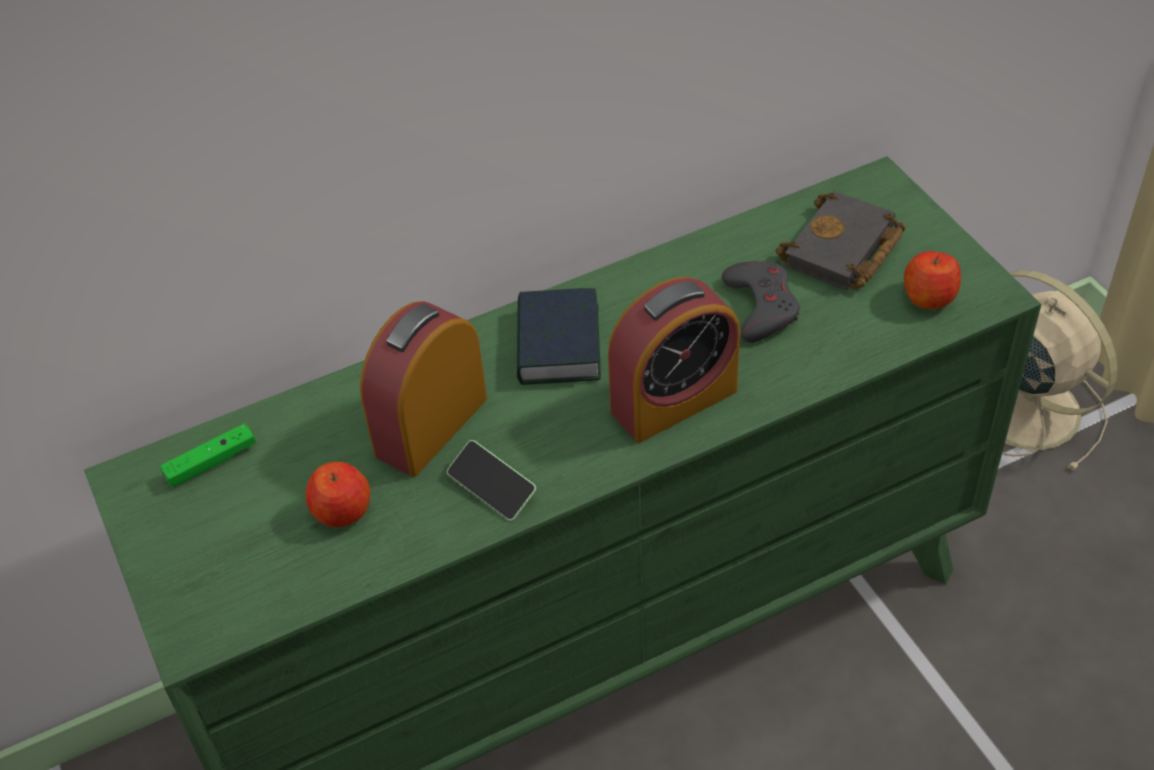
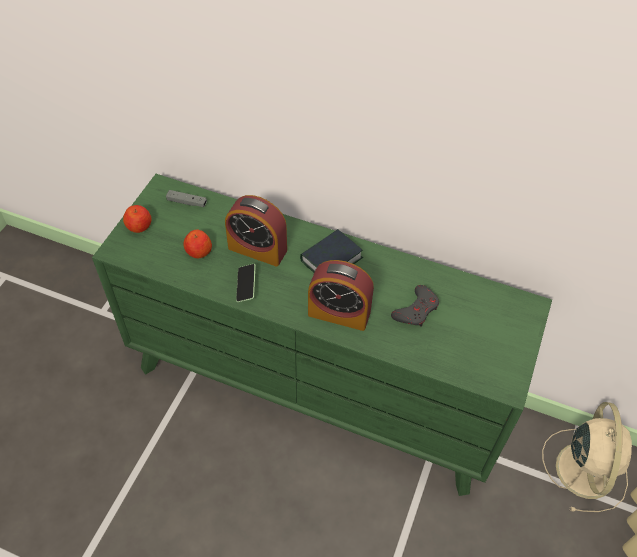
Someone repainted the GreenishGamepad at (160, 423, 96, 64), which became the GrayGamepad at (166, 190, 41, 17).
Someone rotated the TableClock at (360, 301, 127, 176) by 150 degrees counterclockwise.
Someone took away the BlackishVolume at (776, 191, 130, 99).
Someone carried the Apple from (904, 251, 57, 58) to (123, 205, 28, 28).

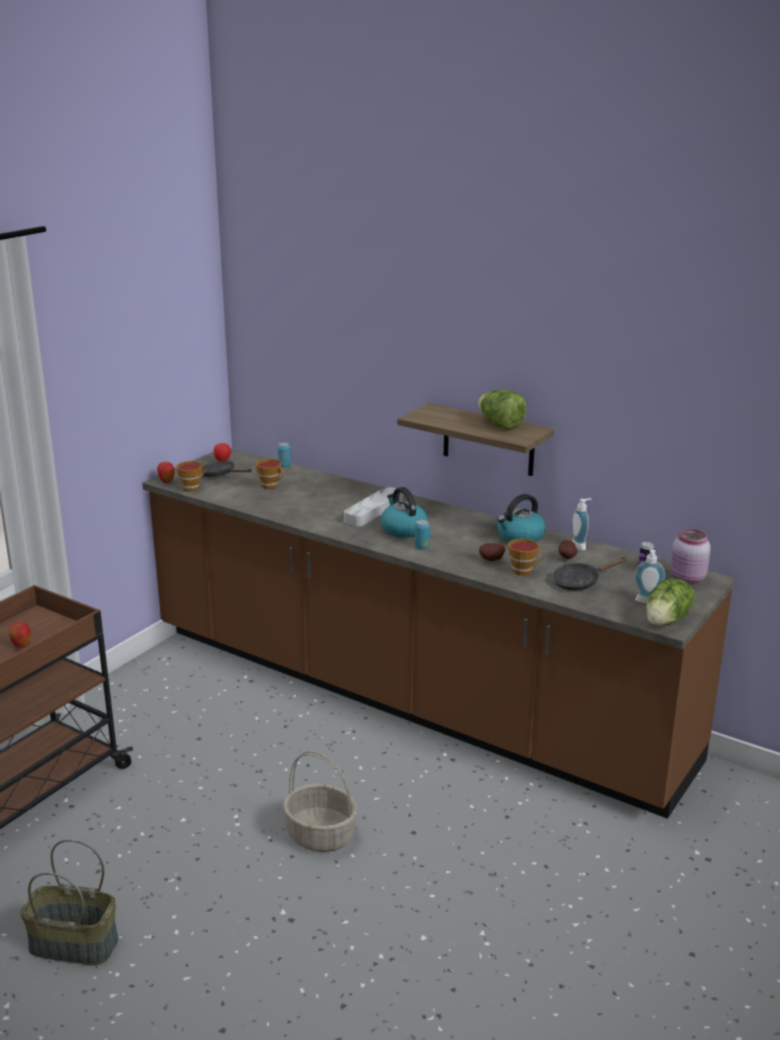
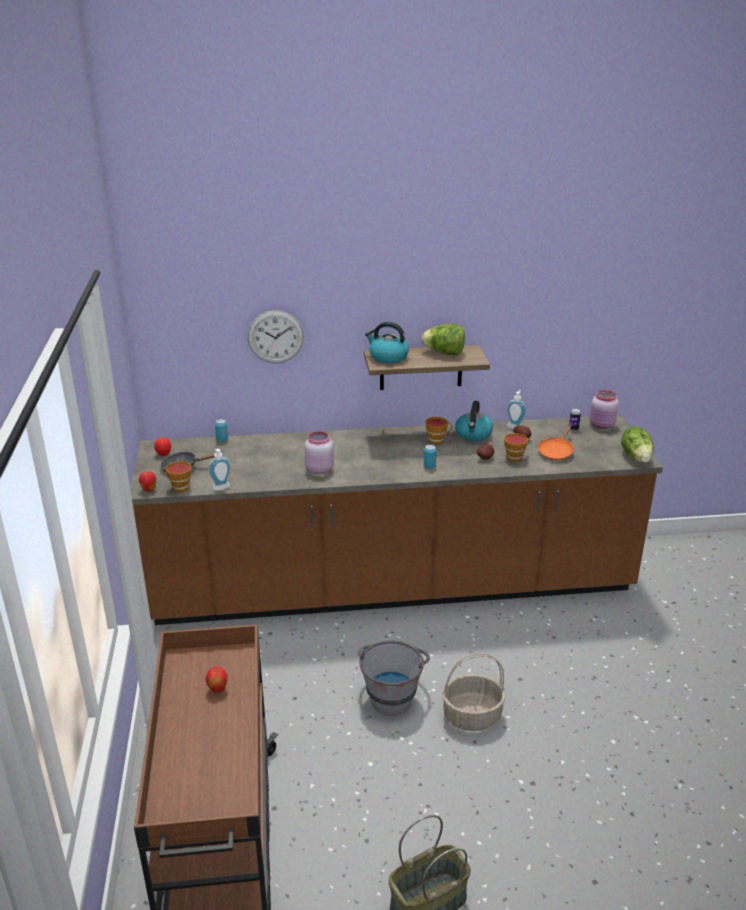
Someone carried the Cup from (256, 459, 28, 30) to (425, 417, 27, 28).
Someone took away the GrayCarryingTray at (344, 487, 59, 39).
Someone carried the TeaKettle from (380, 487, 48, 51) to (365, 322, 44, 42).
Someone repainted the BlackishFryingPan at (552, 557, 74, 34), which became the OrangeyFryingPan at (538, 424, 36, 37).
Someone carried the SoapDispenser from (634, 549, 31, 54) to (209, 449, 22, 42).
Someone put up the HangingClock at (247, 310, 57, 53).
Someone put down the PinkColouredPreserveJar at (304, 431, 30, 43).
Someone put down the GrayBucket at (358, 641, 72, 75).

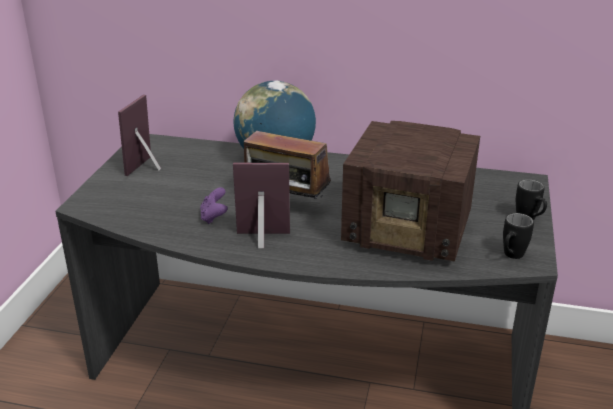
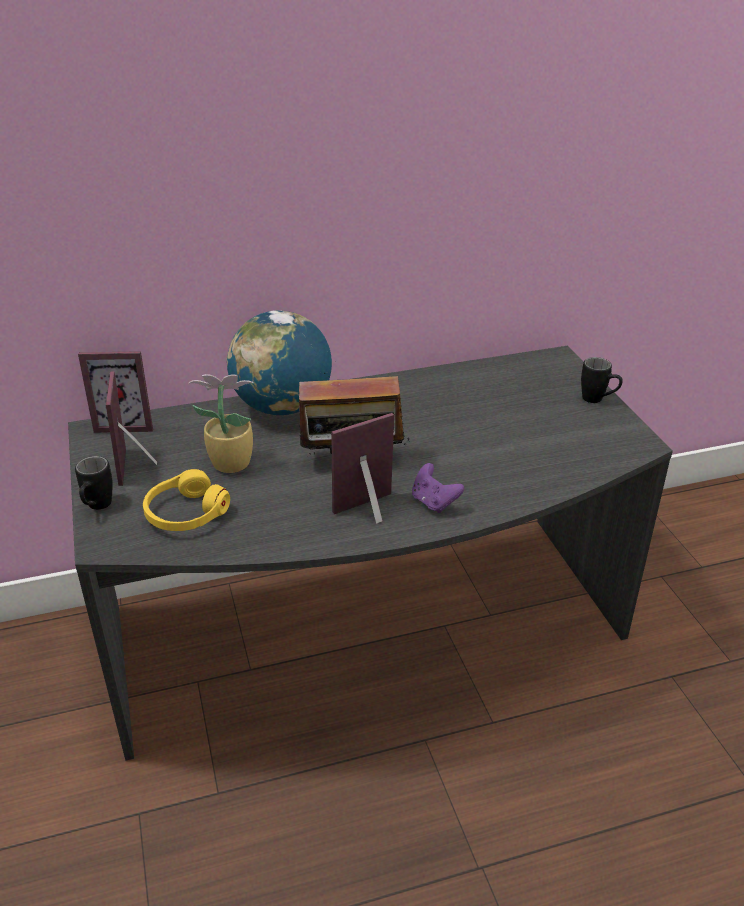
Someone carried the PurpleGamepad from (200, 187, 28, 37) to (412, 463, 52, 50).
Someone took away the Radio at (341, 121, 139, 141).
Someone carried the BlackishCoffeeMug from (503, 213, 31, 46) to (75, 456, 38, 54).
Someone put down the PictureFrame at (78, 351, 75, 82).
Someone put down the YellowColouredHeadphones at (143, 469, 87, 62).
Someone put down the PlantInAPot at (189, 374, 65, 99).

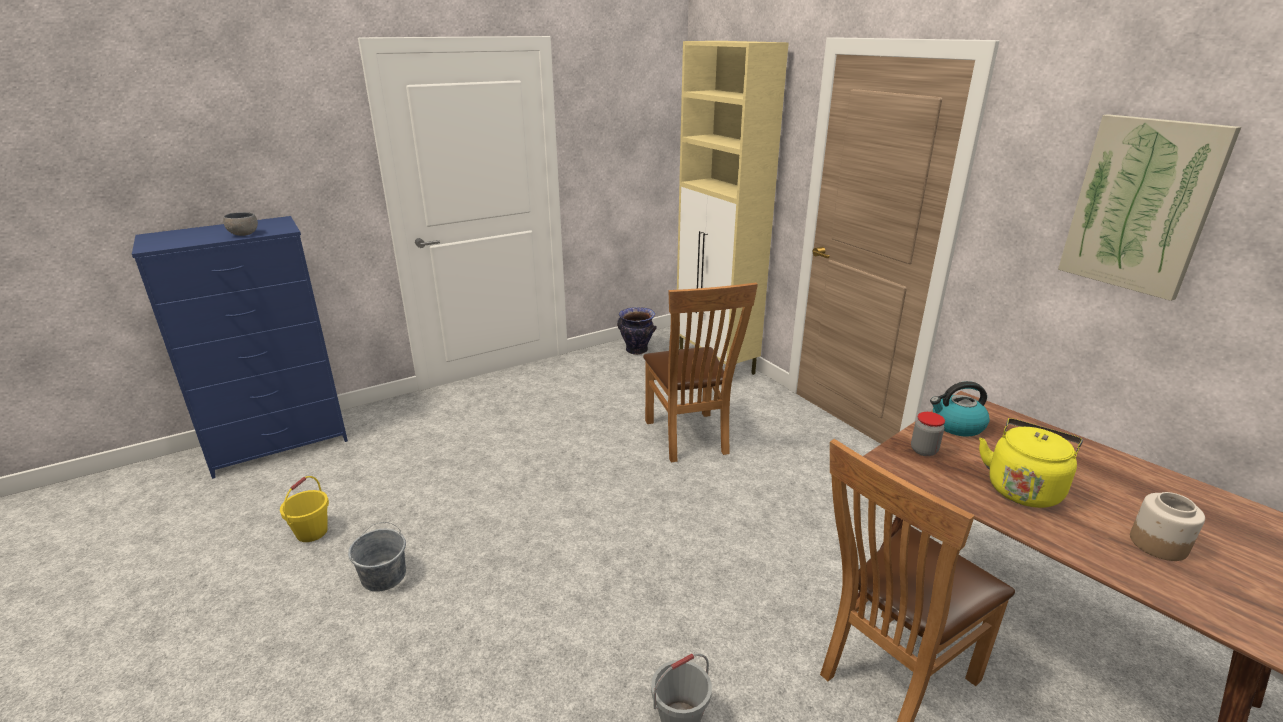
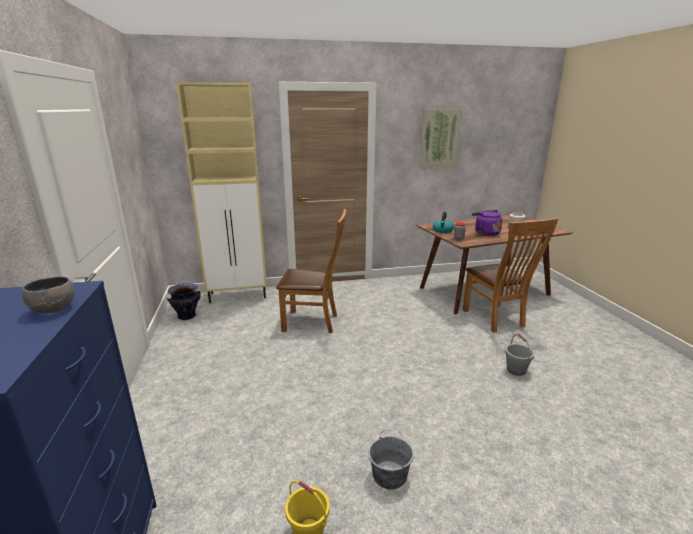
Someone repainted the YellowColouredTeaKettle at (979, 418, 104, 90), which became the PurpleTeaKettle at (472, 210, 30, 26).

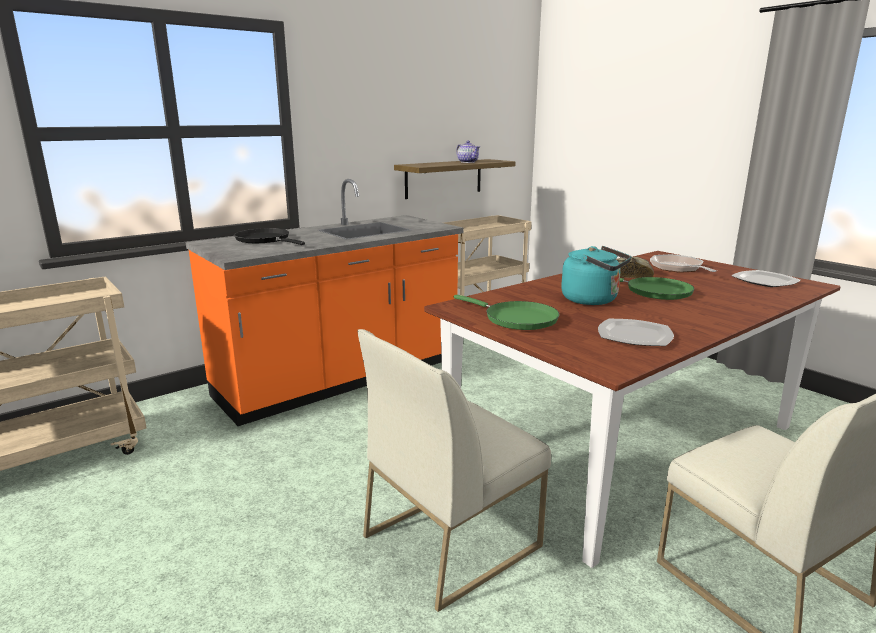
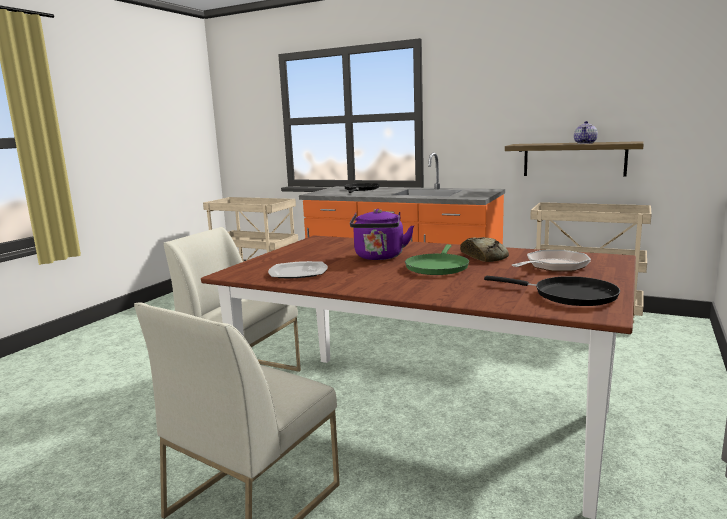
Someone took away the GreenishFryingPan at (454, 295, 106, 35).
Someone repainted the TurquoiseTeaKettle at (561, 246, 70, 59), which became the PurpleTeaKettle at (350, 209, 64, 51).
Someone swapped the Plate at (732, 270, 68, 17) for the BlackishFryingPan at (484, 276, 136, 30).

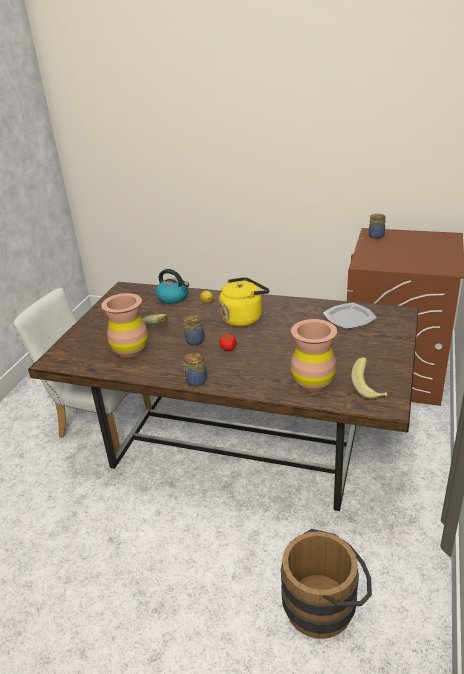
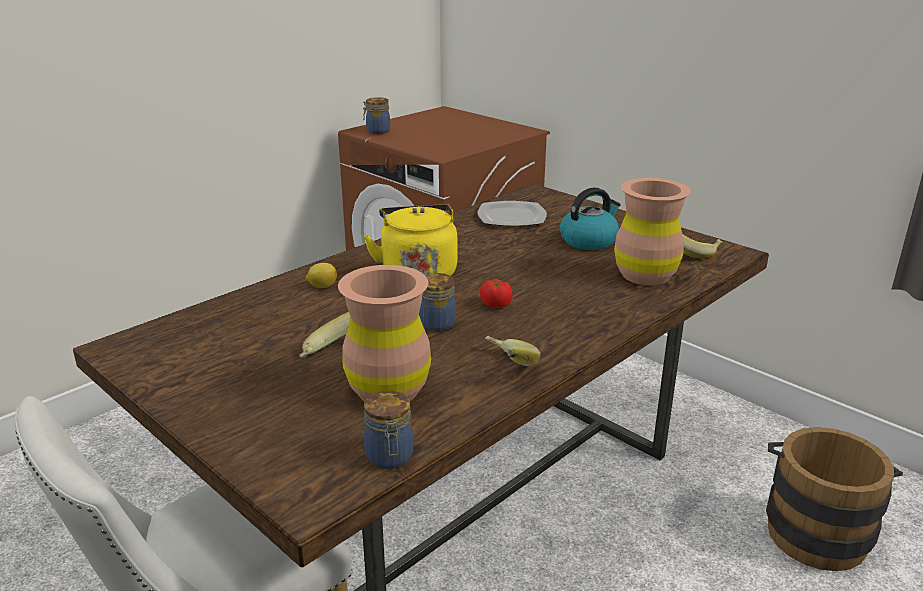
Someone carried the TeaKettle from (156, 269, 33, 35) to (560, 187, 61, 63).
Someone carried the PreserveJar from (183, 352, 24, 34) to (364, 391, 49, 78).
Someone put down the WholeBanana at (485, 336, 55, 30).

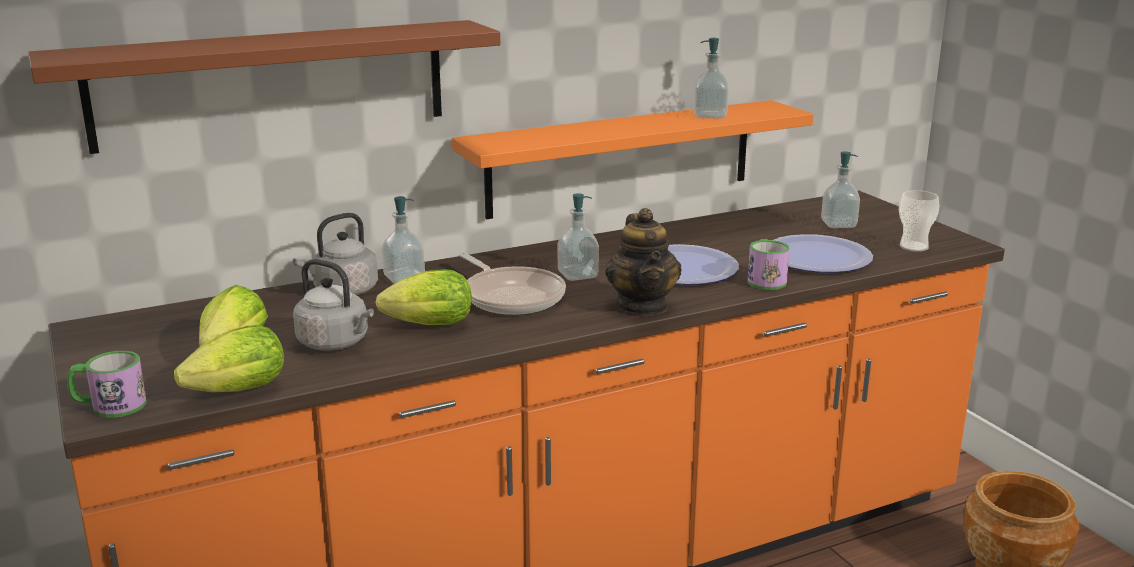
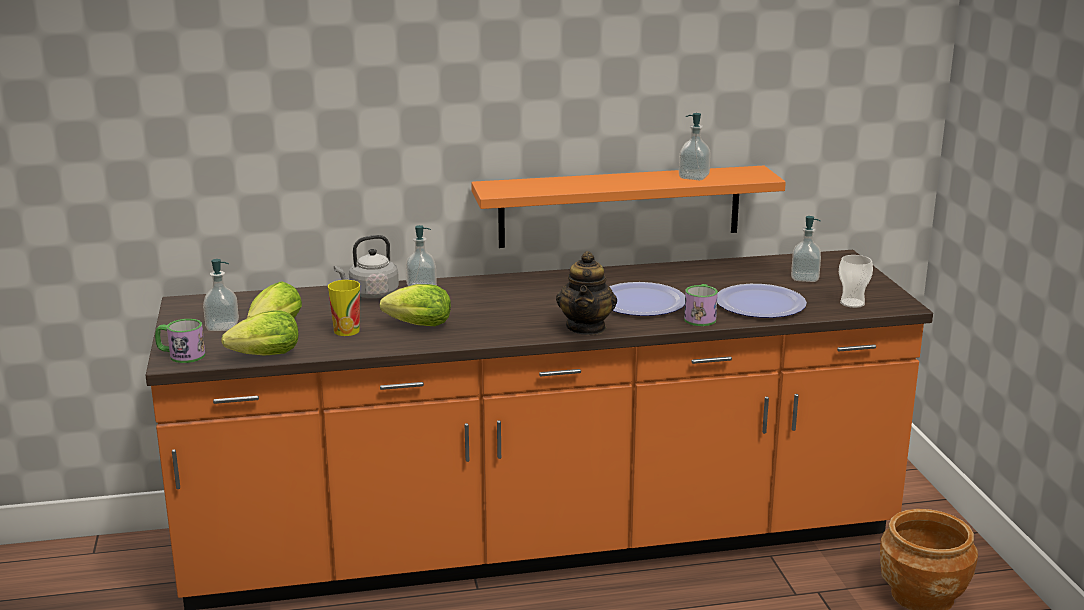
Someone took away the BrownWallShelf at (28, 20, 472, 134).
Someone swapped the GrayTeaKettle at (293, 259, 81, 91) for the Cup at (328, 280, 32, 56).
Someone took away the FryingPan at (458, 252, 108, 63).
Someone carried the SoapDispenser from (558, 193, 41, 88) to (203, 259, 36, 72).

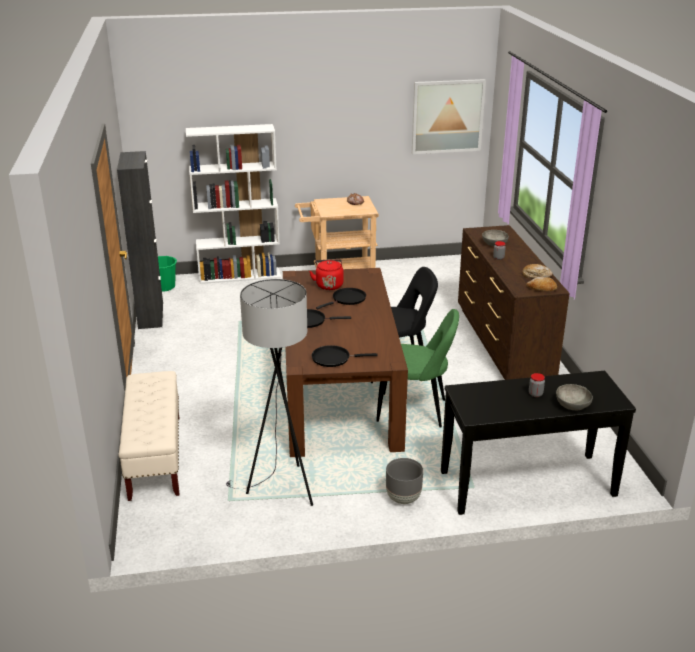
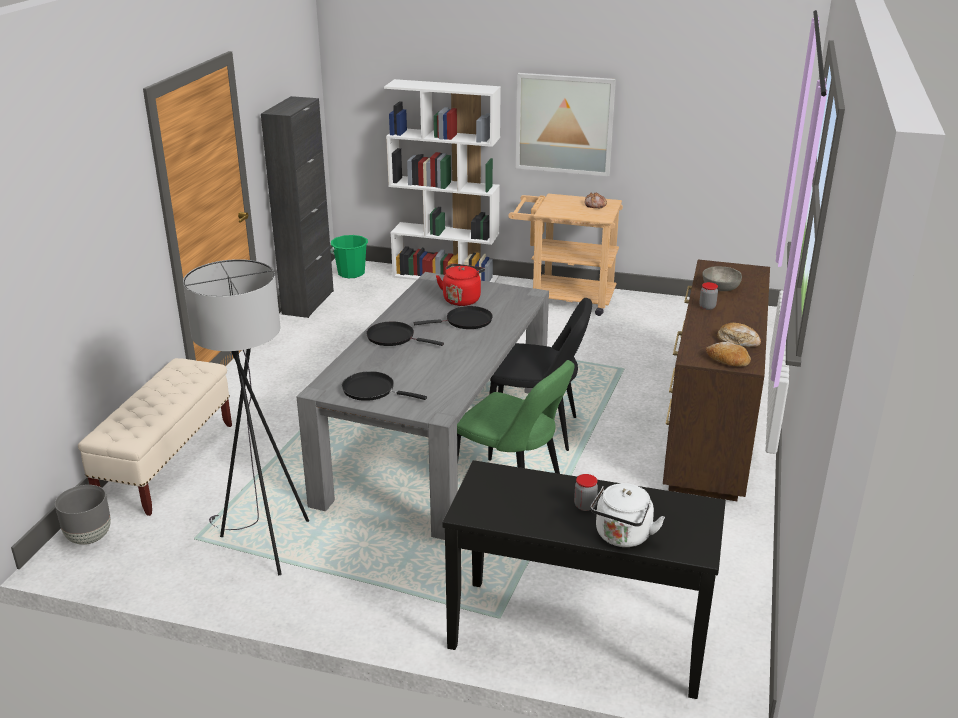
Someone repainted the BrownDinnerTable at (283, 268, 125, 189), which became the GrayDinnerTable at (297, 272, 252, 268).
Someone carried the GrayPlantPot from (386, 458, 37, 46) to (55, 485, 56, 60).
Someone carried the WallPicture from (412, 79, 74, 75) to (516, 73, 100, 103).
Someone swapped the GrayServingBowl at (556, 384, 37, 26) for the WhiteTeaKettle at (590, 483, 75, 64).

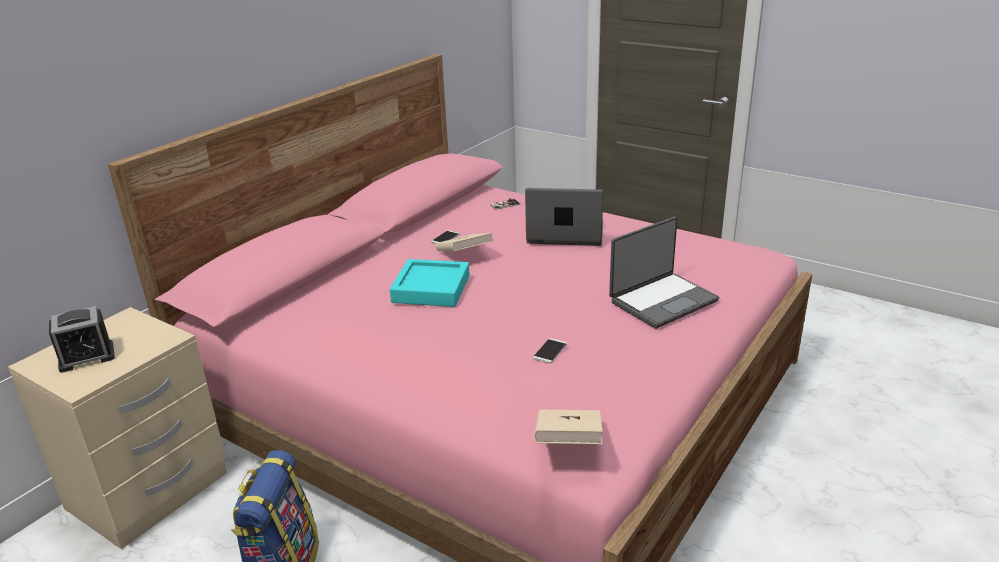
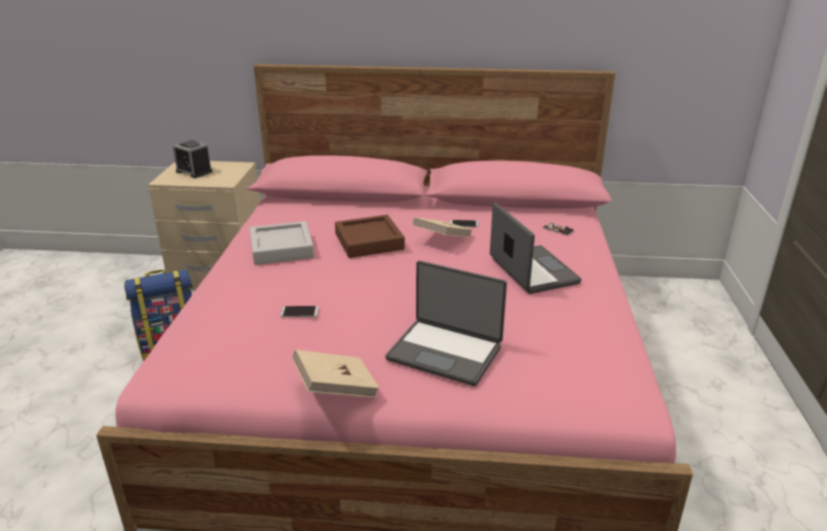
Someone repainted the TurquoiseCarryingTray at (390, 259, 80, 48), which became the BrownCarryingTray at (335, 215, 70, 43).
Someone carried the BeigeVolume from (534, 410, 69, 34) to (292, 350, 87, 48).
Someone put down the GrayCarryingTray at (250, 221, 64, 44).

